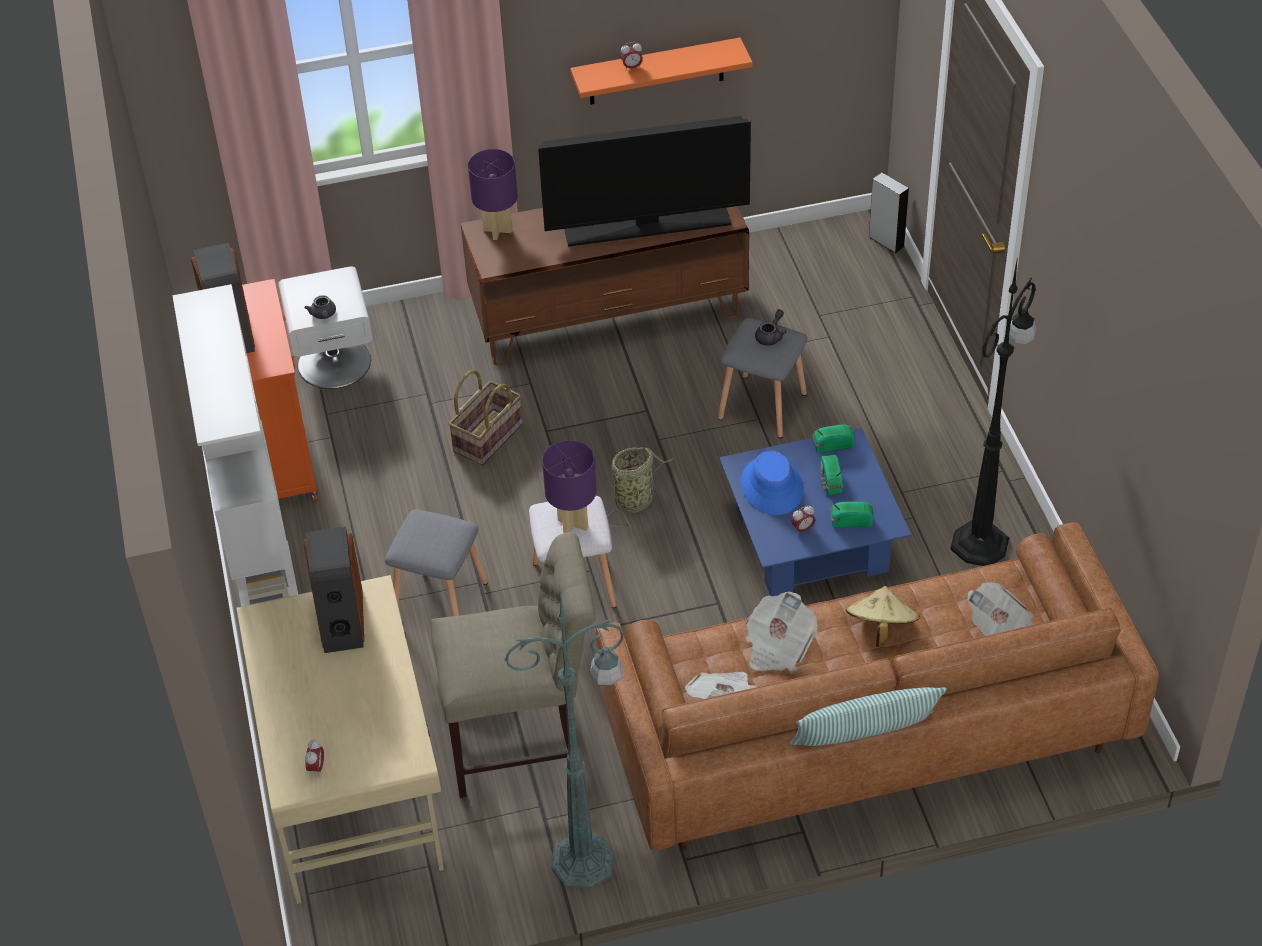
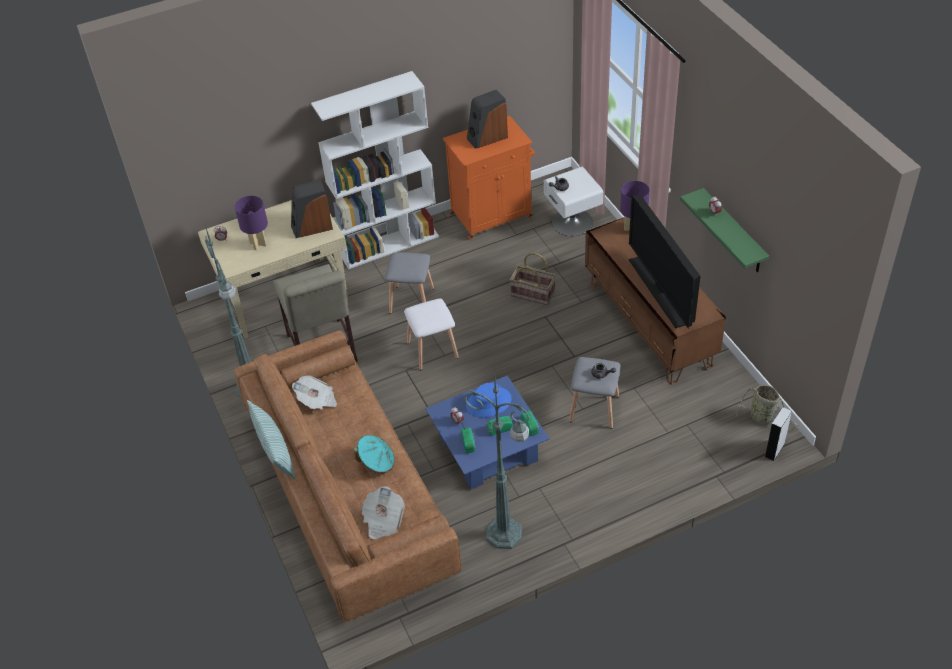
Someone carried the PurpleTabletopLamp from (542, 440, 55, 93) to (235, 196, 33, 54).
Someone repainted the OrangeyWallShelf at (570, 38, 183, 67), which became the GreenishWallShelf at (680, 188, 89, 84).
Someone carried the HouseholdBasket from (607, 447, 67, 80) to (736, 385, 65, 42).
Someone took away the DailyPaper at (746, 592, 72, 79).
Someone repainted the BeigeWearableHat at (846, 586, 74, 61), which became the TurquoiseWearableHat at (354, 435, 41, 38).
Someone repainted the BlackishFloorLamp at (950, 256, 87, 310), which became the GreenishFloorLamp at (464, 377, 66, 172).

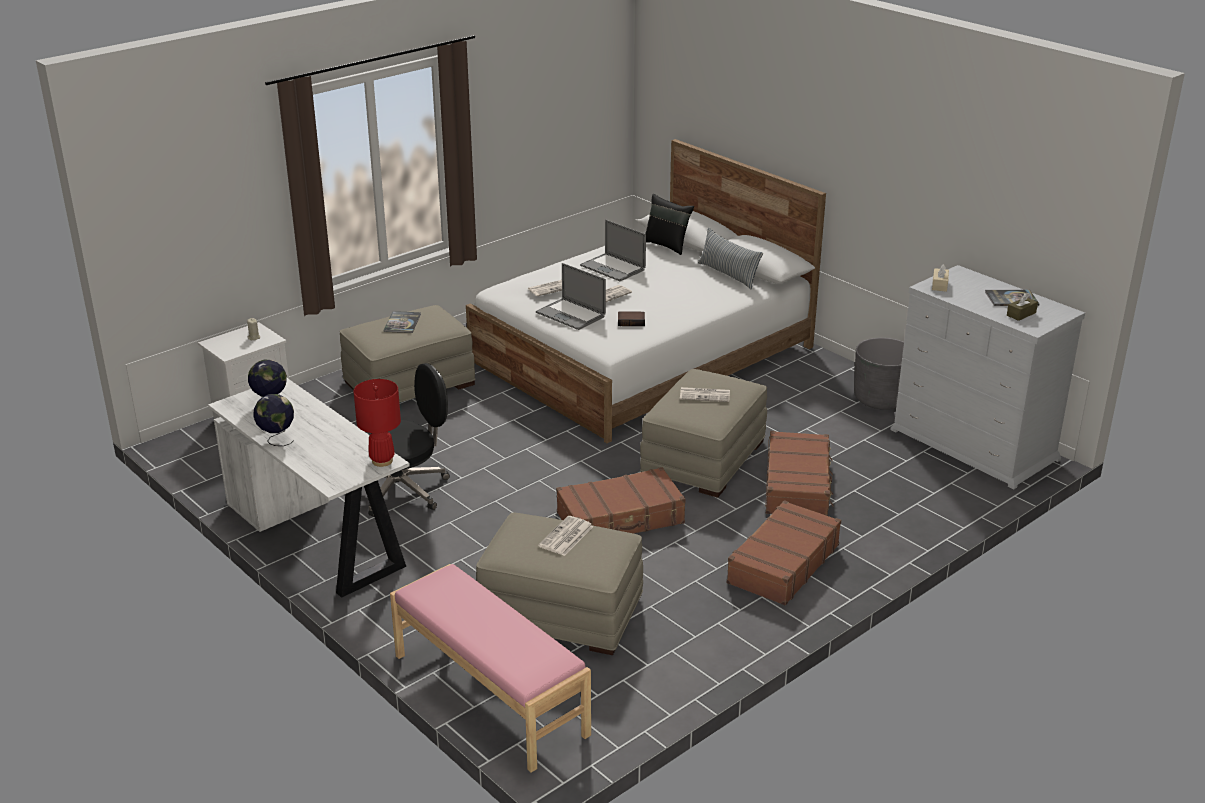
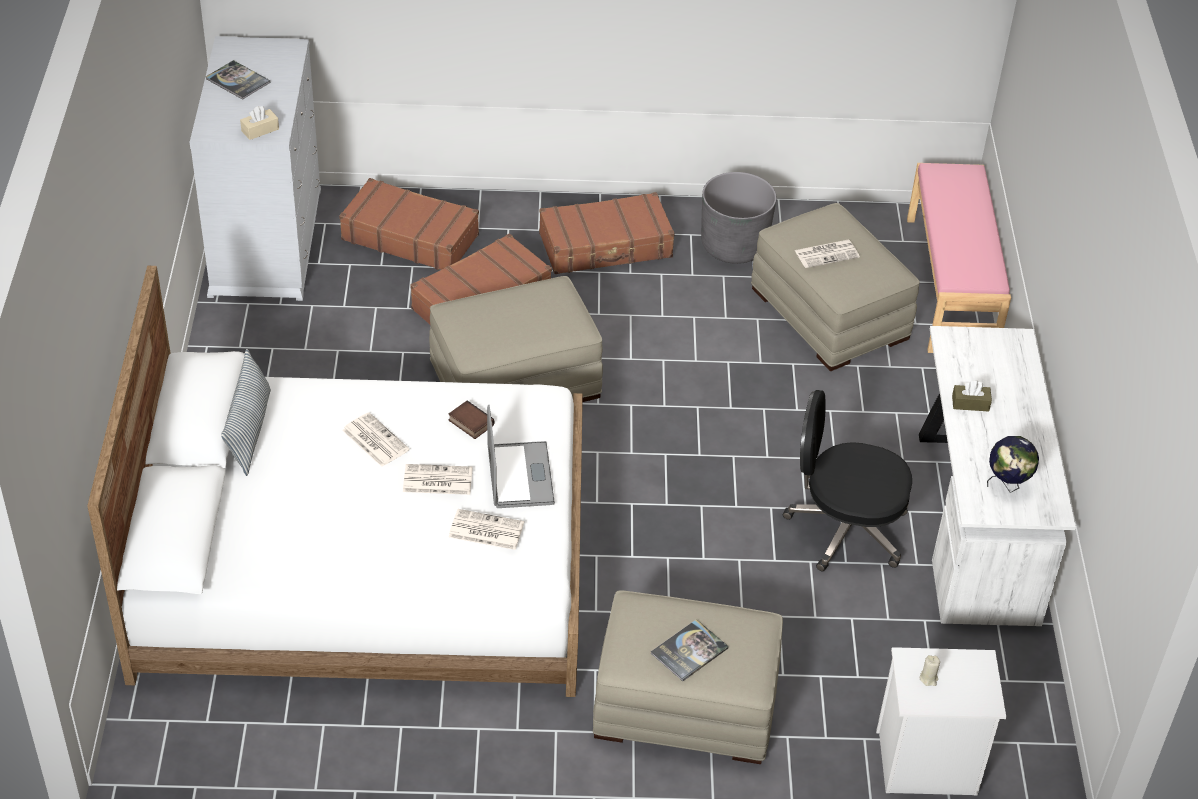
Someone took away the WorldGlobe at (253, 394, 41, 52).
Someone took away the RedTabletopLamp at (353, 379, 48, 88).
Someone carried the BrownSuitcase from (556, 467, 130, 67) to (339, 178, 140, 92).
Someone took away the PortableComputer at (580, 220, 66, 61).
Someone took away the BlackishThrowPillow at (645, 194, 49, 61).
Someone carried the DailyPaper from (680, 387, 50, 15) to (342, 412, 68, 55).
Someone carried the GrayPlantPot from (854, 338, 50, 72) to (701, 172, 75, 92).
Someone carried the BrownBoxOfTissues from (1007, 293, 31, 28) to (952, 381, 40, 31).

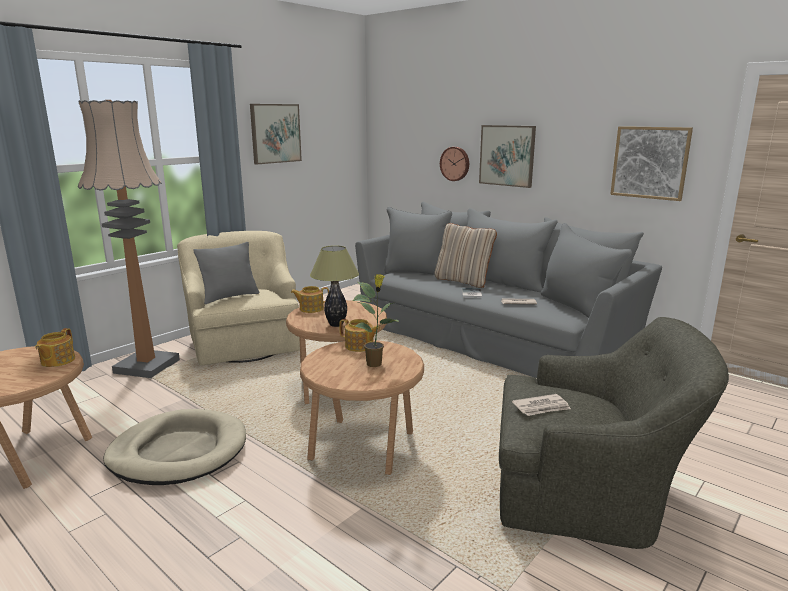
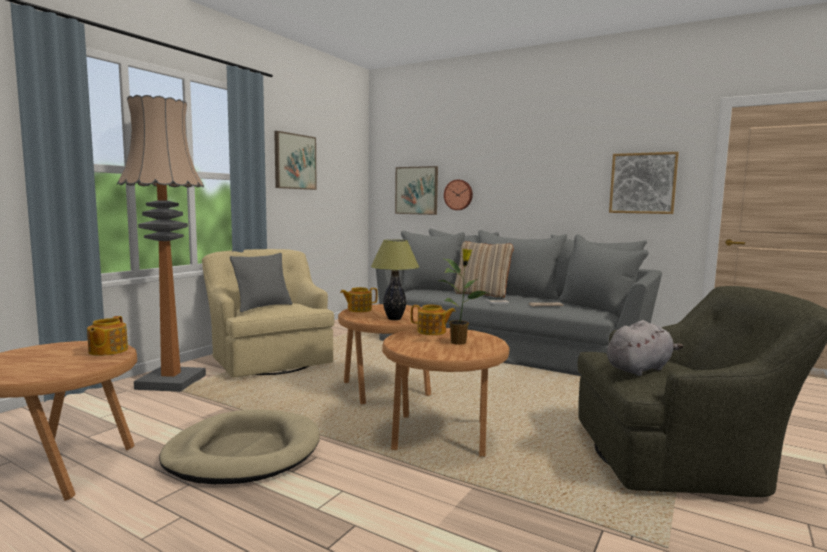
Someone carried the WallPicture from (479, 125, 57, 63) to (395, 166, 43, 49).
Someone swapped the DailyPaper at (512, 394, 59, 22) for the GrayCuddlyToy at (607, 320, 77, 56).

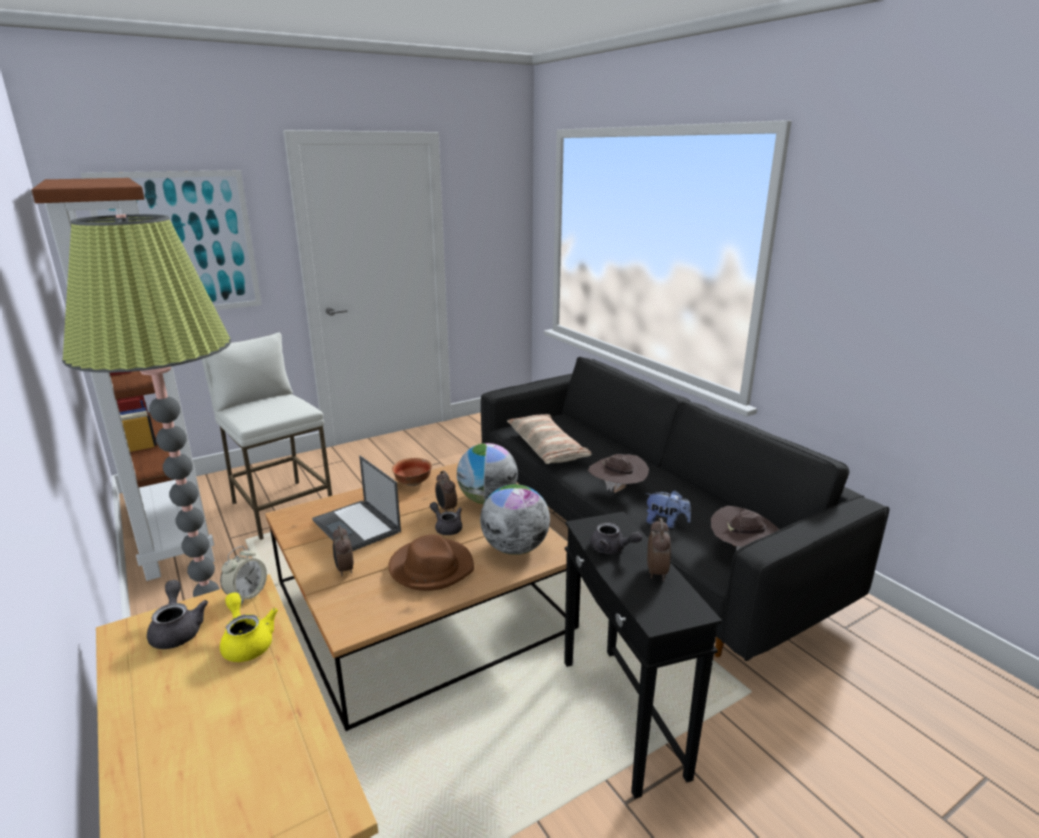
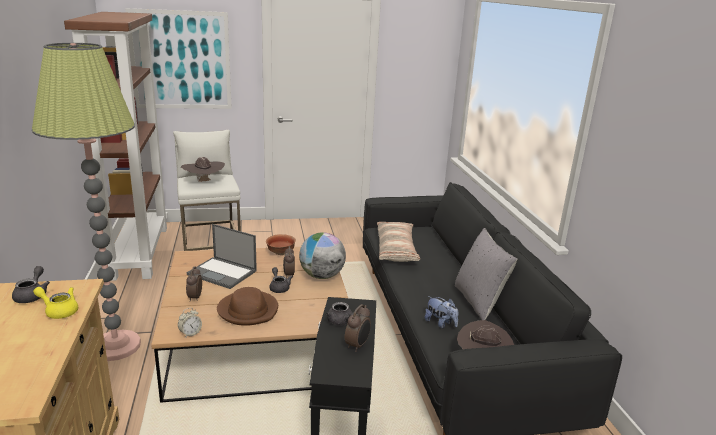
Someone carried the TableClock from (220, 546, 47, 58) to (178, 308, 24, 30).
Someone rotated the YellowColouredTeapot at (220, 593, 58, 69) by 60 degrees counterclockwise.
Someone rotated the PortableComputer at (312, 456, 89, 95) by 45 degrees counterclockwise.
Someone took away the WorldGlobe at (480, 484, 70, 71).
Someone carried the BrownWearableHat from (588, 454, 61, 39) to (181, 157, 44, 25).
Someone put down the GrayThrowPillow at (455, 228, 62, 92).

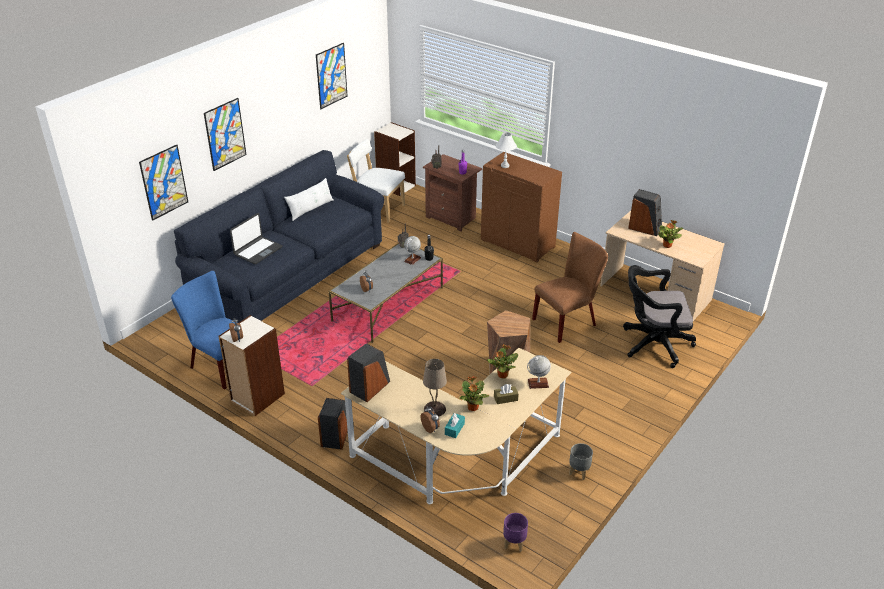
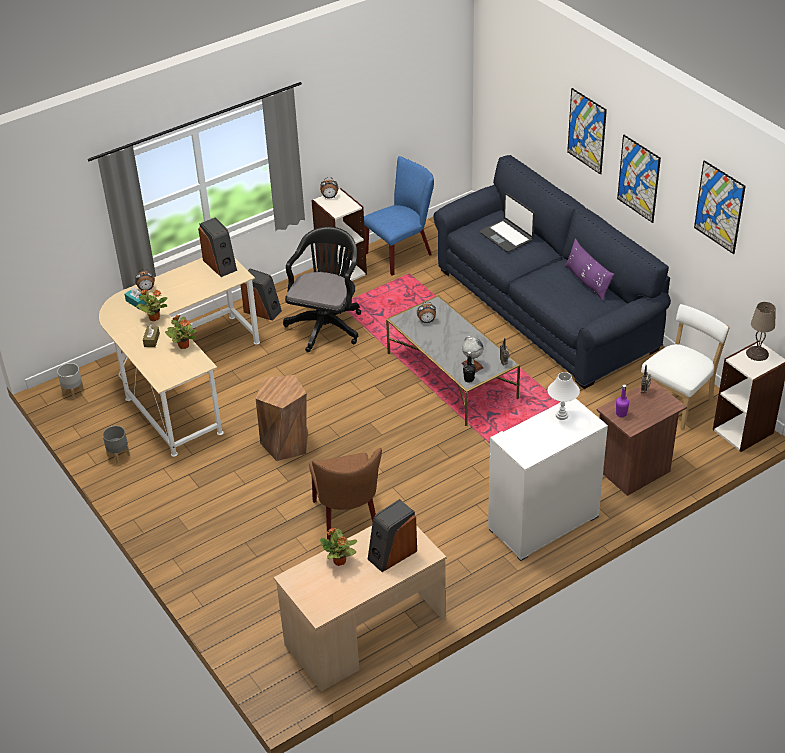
Someone carried the WallPicture from (139, 144, 49, 77) to (617, 135, 44, 88).
Someone repainted the WhiteThrowPillow at (284, 178, 50, 43), which became the PurpleThrowPillow at (564, 238, 50, 63).
Someone carried the BeigeTabletopLamp from (423, 359, 24, 58) to (746, 302, 30, 59).
Someone repainted the BrownCupboard at (481, 152, 81, 110), which became the WhiteCupboard at (488, 399, 120, 162).
Someone repainted the PurplePlantPot at (503, 513, 25, 39), which became the GrayPlantPot at (57, 363, 27, 36).
Someone took away the WorldGlobe at (527, 355, 24, 34).
Someone carried the BlackishOfficeChair from (623, 265, 73, 103) to (283, 227, 78, 125).

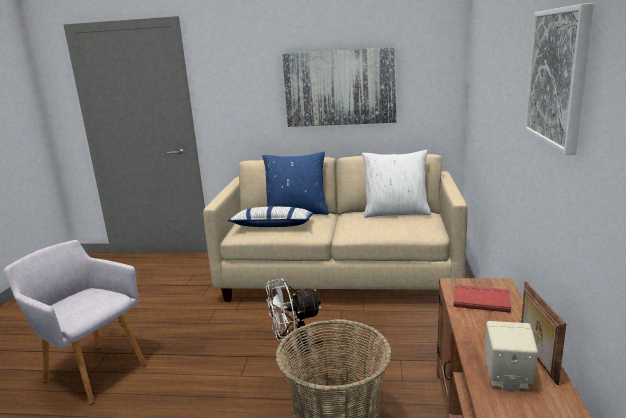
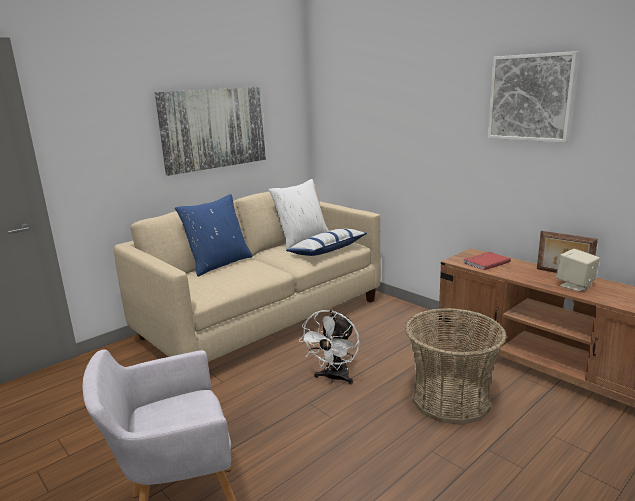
Someone carried the ThrowPillow from (227, 207, 87, 20) to (286, 229, 81, 27).

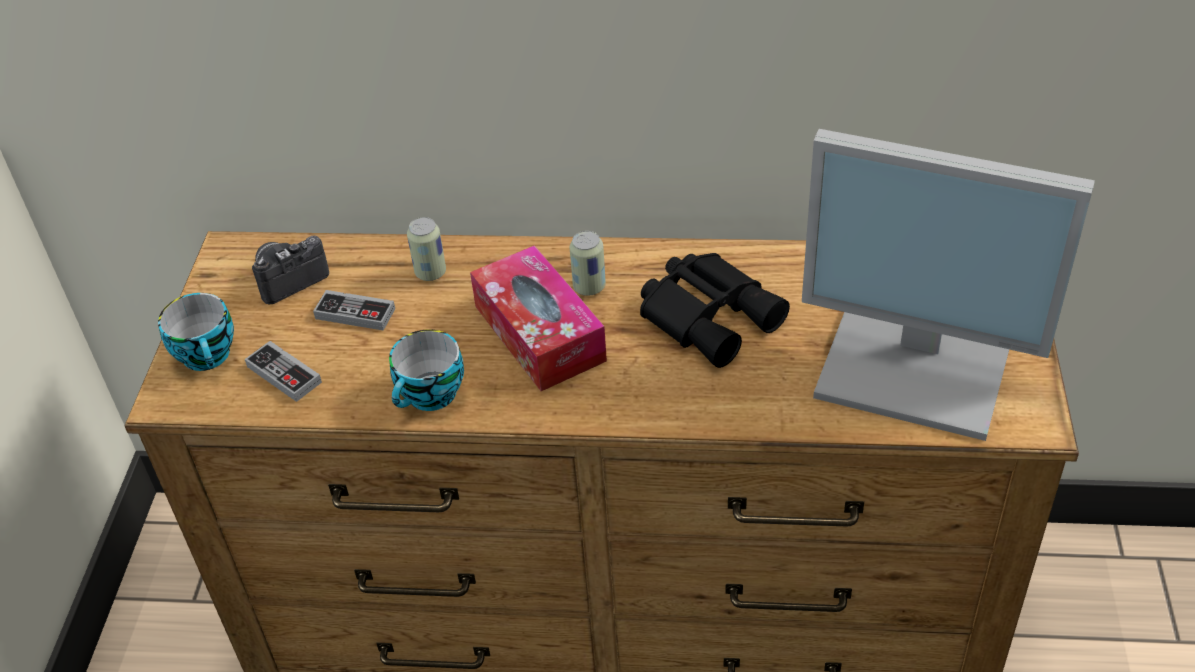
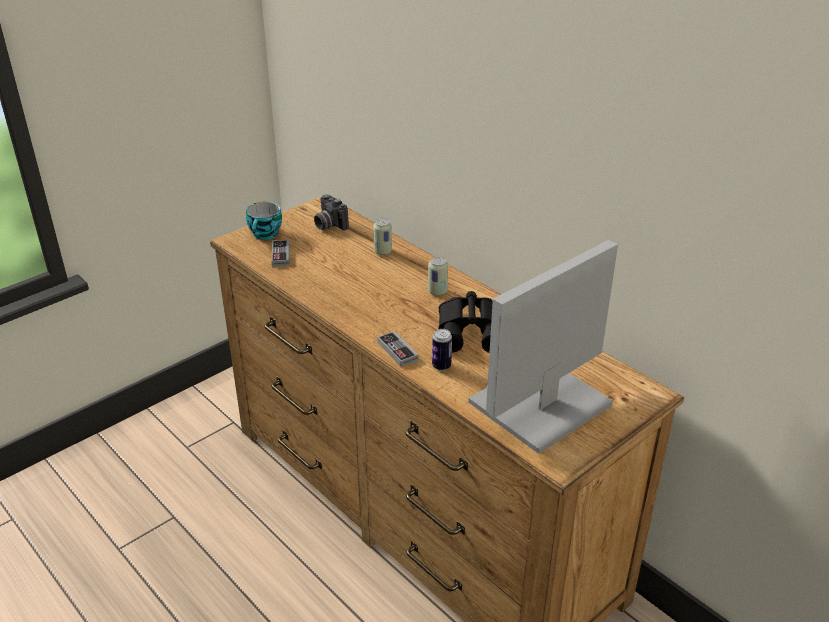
Someone rotated the PhotoCamera at (252, 236, 77, 68) by 135 degrees counterclockwise.
Someone carried the Gamepad from (313, 290, 82, 41) to (377, 331, 41, 36).
Someone took away the Cup at (389, 329, 75, 82).
Someone took away the BoxOfTissues at (470, 245, 137, 146).
Someone rotated the Monitor at (802, 129, 293, 312) by 75 degrees clockwise.
Someone put down the Can at (432, 329, 20, 42).

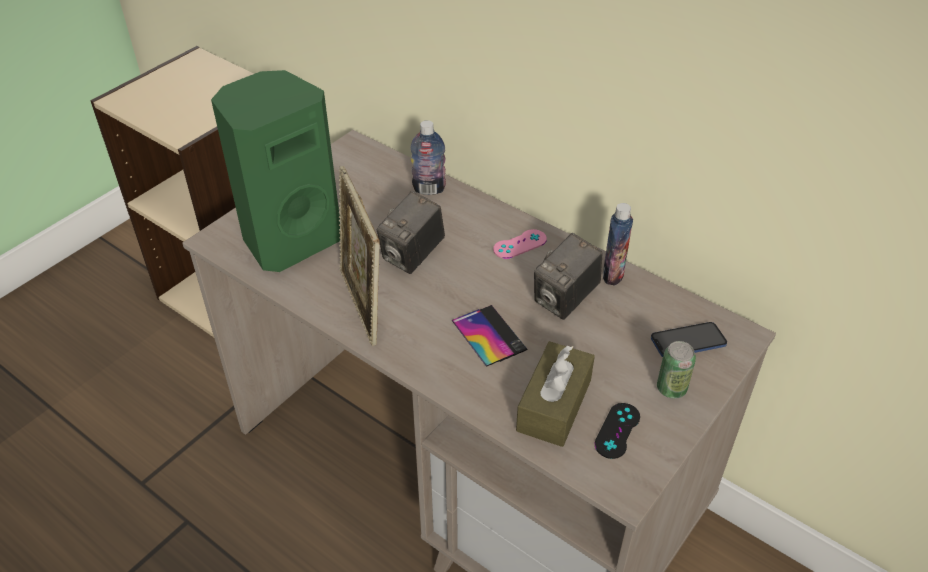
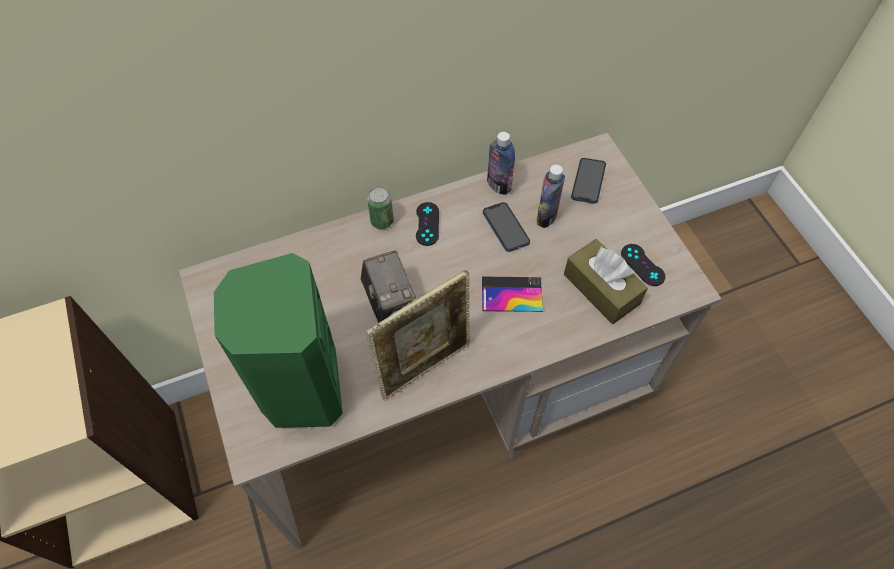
Someone rotated the PictureFrame at (339, 166, 41, 180) by 45 degrees counterclockwise.
Someone carried the BeverageBottle from (410, 120, 36, 75) to (537, 165, 28, 63).
Someone repainted the PinkColouredGamepad at (493, 229, 54, 30), which became the BlackishGamepad at (416, 202, 23, 44).
Someone swapped the PhotoCamera at (534, 233, 69, 87) for the Handset at (483, 202, 47, 50).
Someone carried the Can from (657, 341, 39, 58) to (367, 187, 27, 42).

